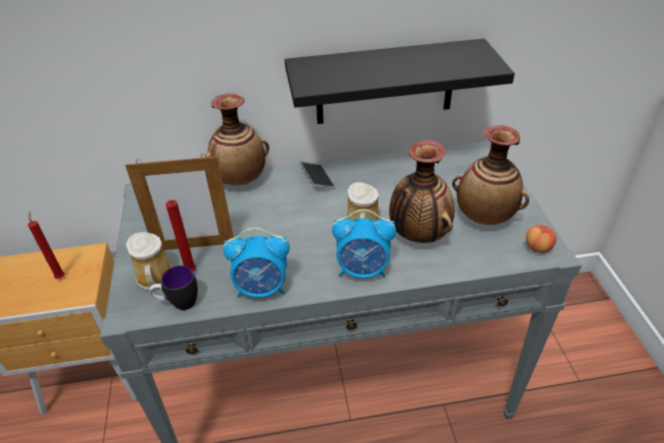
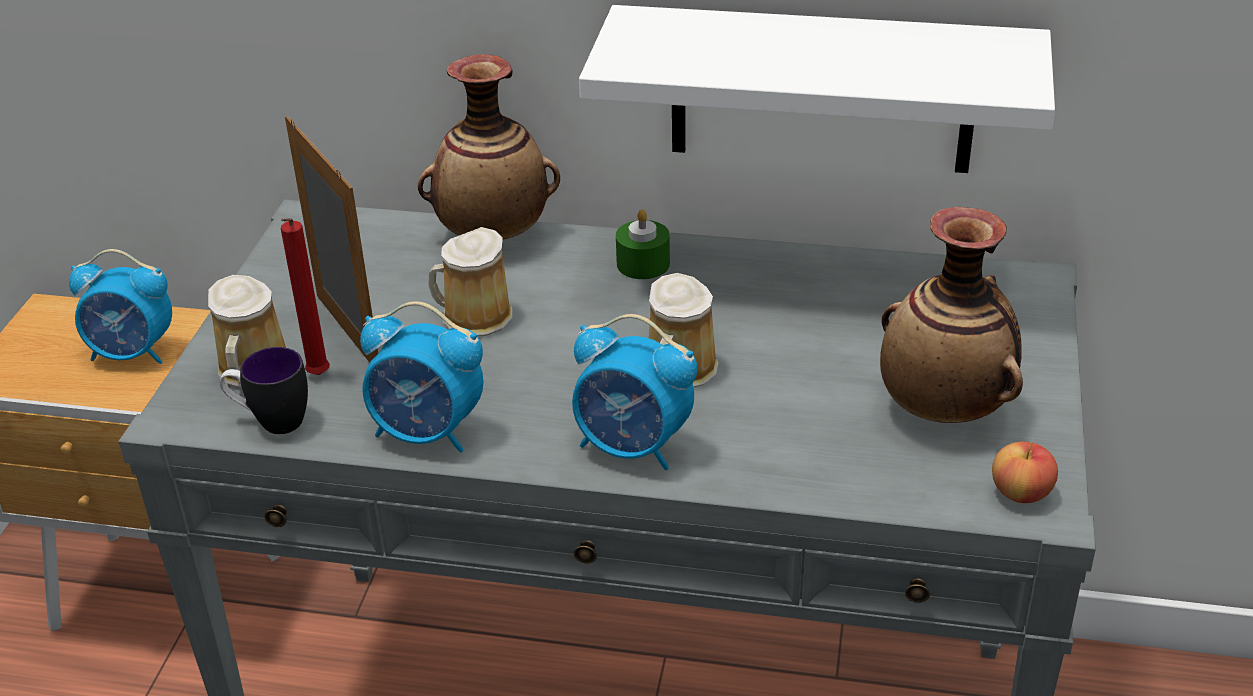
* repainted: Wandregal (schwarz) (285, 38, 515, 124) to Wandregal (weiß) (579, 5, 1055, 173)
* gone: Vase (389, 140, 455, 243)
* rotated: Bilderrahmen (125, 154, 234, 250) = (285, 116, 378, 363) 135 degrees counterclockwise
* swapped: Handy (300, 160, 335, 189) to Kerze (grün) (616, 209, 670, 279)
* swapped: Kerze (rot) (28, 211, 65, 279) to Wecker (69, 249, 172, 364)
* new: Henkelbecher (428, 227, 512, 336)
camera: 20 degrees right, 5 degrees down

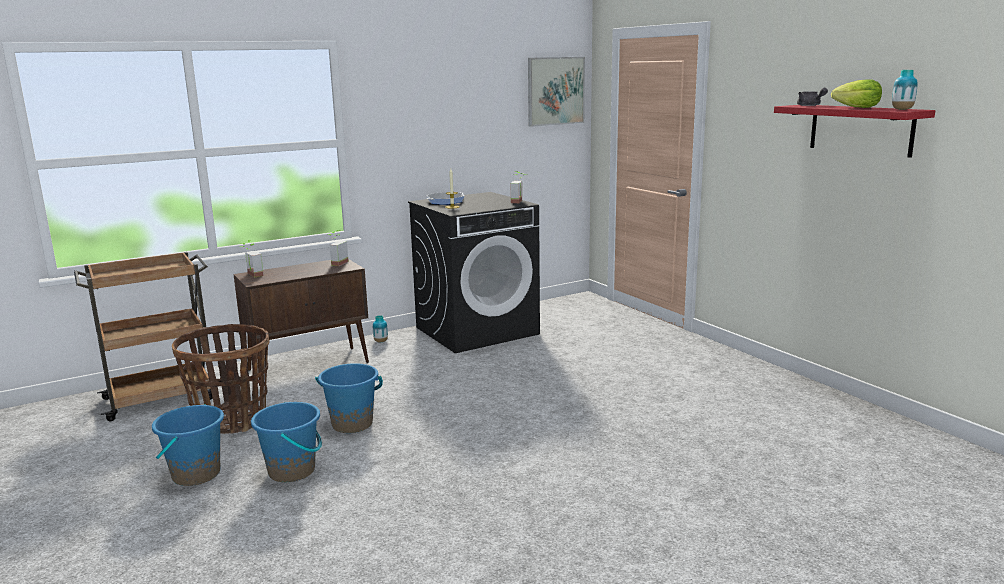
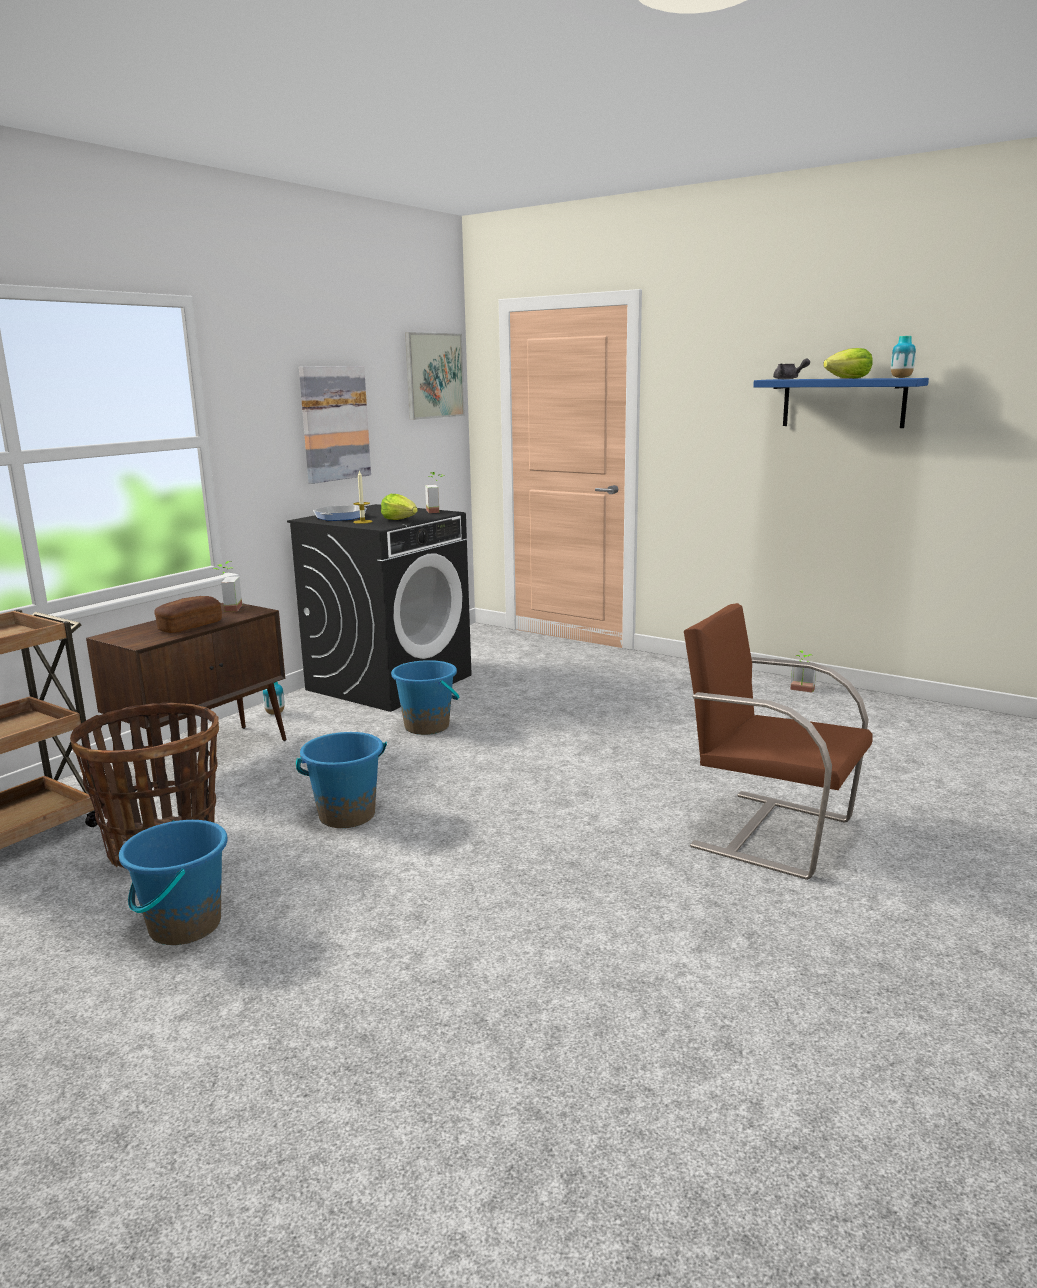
* repainted: Wandregal (rot) (774, 105, 935, 158) to Wandregal (blau) (753, 378, 929, 428)
* shifted: Topfpflanze (240, 240, 264, 278) to (790, 650, 816, 693)
* shifted: Eimer (blau) (251, 402, 322, 482) to (391, 660, 459, 735)
* new: Bild (299, 366, 371, 484)
* new: Salatkopf (381, 494, 418, 520)
* new: Brot (154, 596, 222, 633)
* new: Stuhl (braun) (684, 603, 873, 880)
camera: 25 degrees left, 0 degrees up

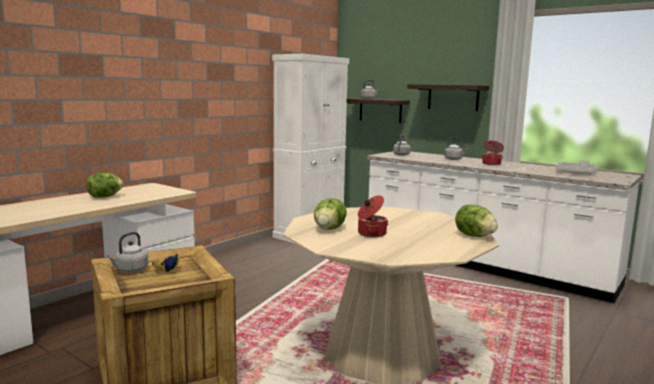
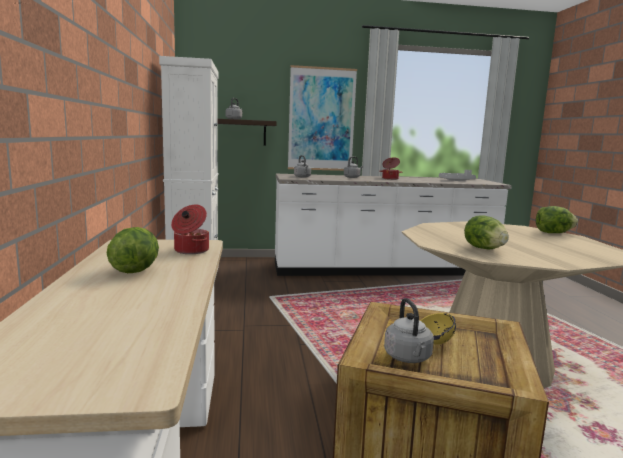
* swapped: Wandregal (407, 84, 489, 111) to Bild (288, 65, 357, 171)
* shifted: Kochtopf (358, 195, 388, 237) to (171, 205, 209, 254)
camera: 45 degrees left, 0 degrees up

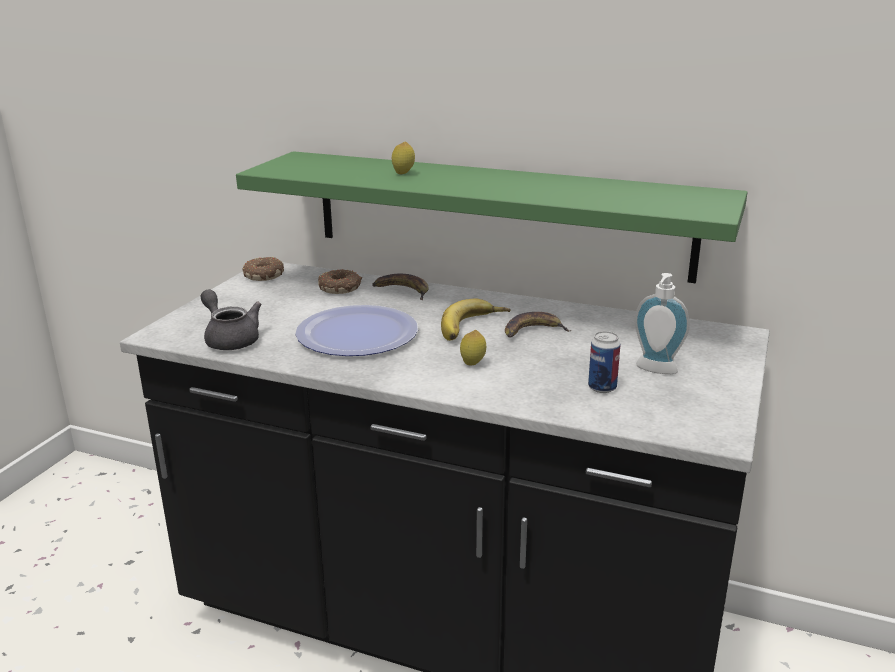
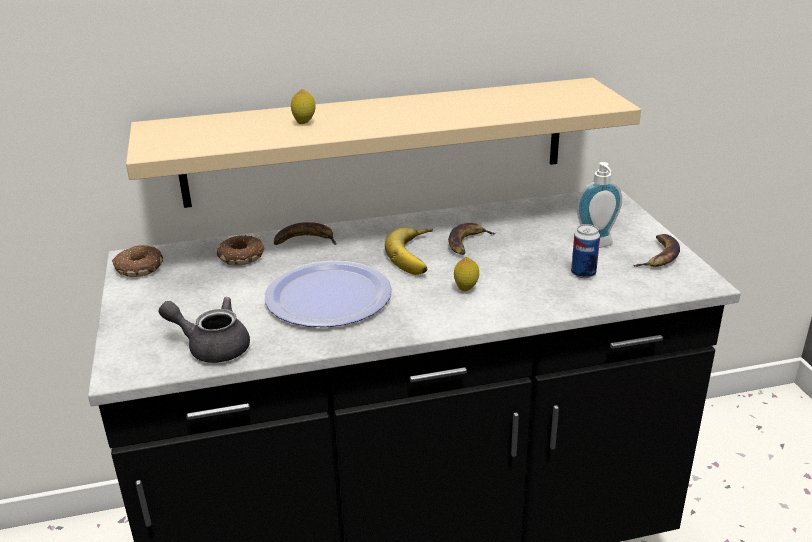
* repainted: Wandregal (grün) (236, 151, 748, 283) to Wandregal (beige) (126, 78, 641, 208)
* new: Banane (633, 234, 680, 267)
camera: 35 degrees left, 5 degrees up

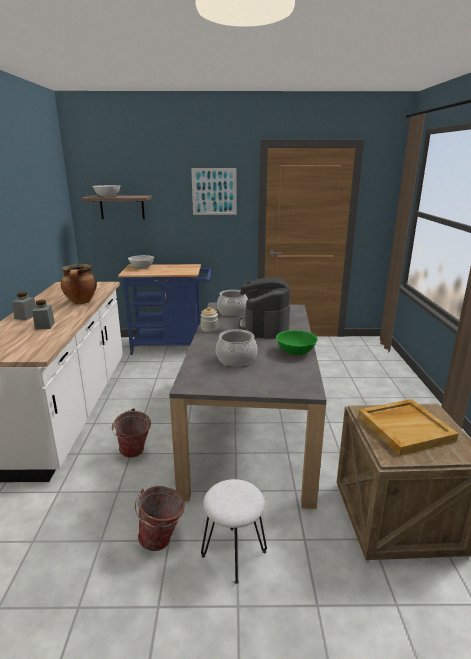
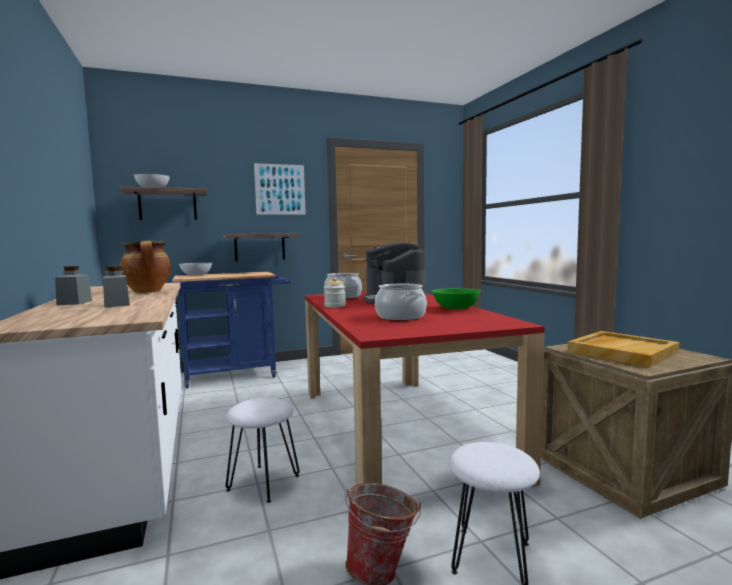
* repainted: Esstisch (grau) (169, 302, 327, 509) to Esstisch (rot) (305, 292, 545, 487)
* swapped: Eimer (112, 408, 151, 458) to Hocker (weiß) (225, 398, 300, 503)
* new: Wandregal (224, 233, 300, 261)
camera: 20 degrees left, 15 degrees down

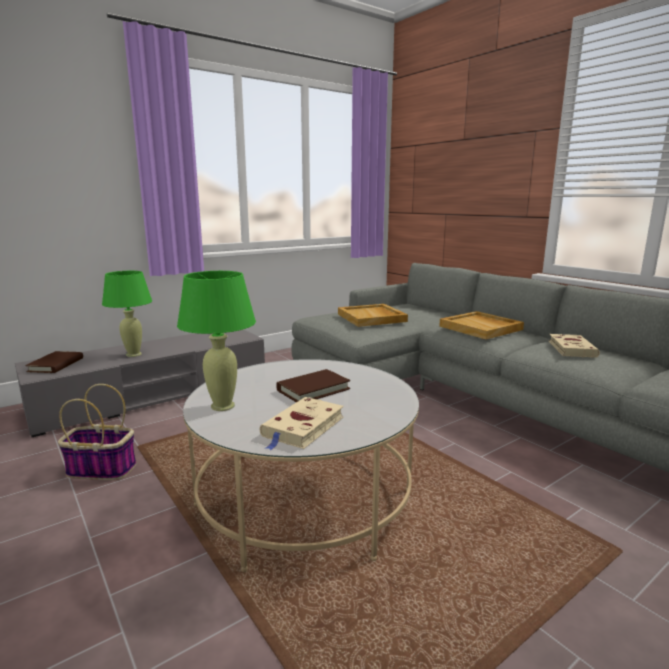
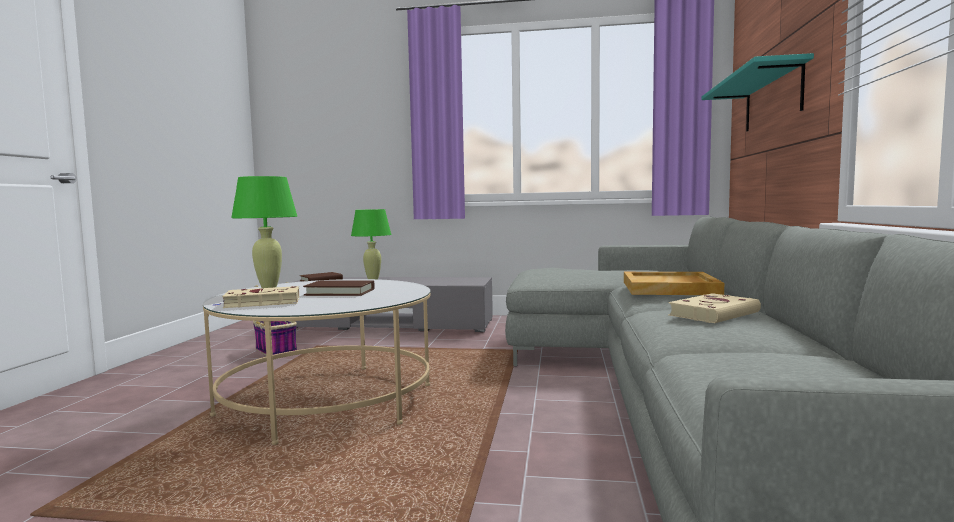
* gone: Tablett (beige) (338, 304, 408, 327)
* new: Wandregal (türkis) (701, 53, 814, 132)
camera: 45 degrees right, 10 degrees down

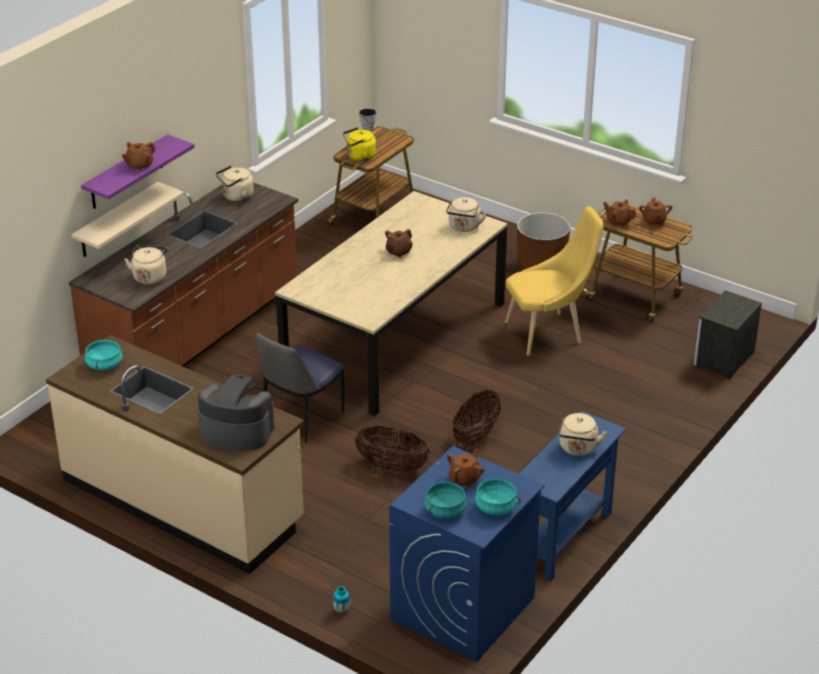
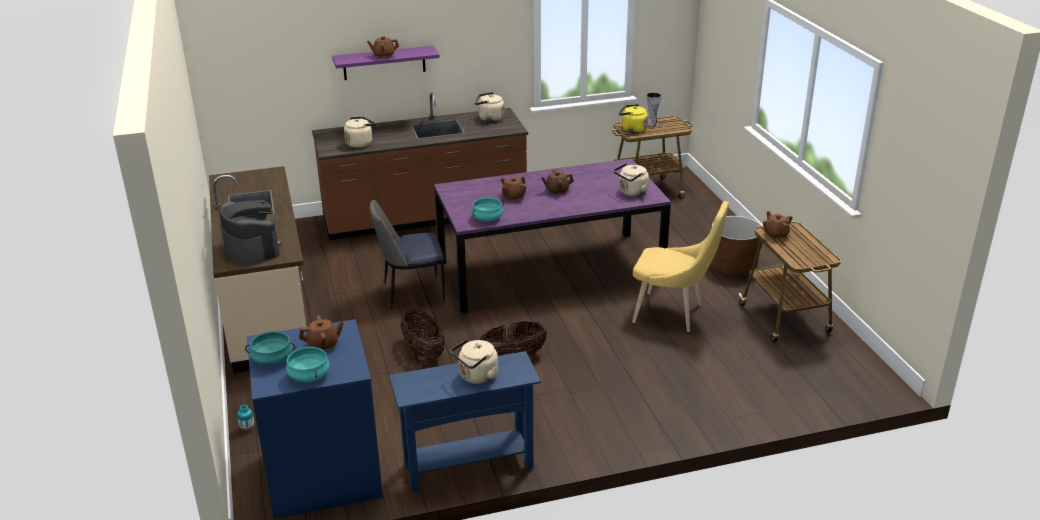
* gone: Wandregal (beige) (71, 182, 184, 257)
* repainted: Esstisch (beige) (275, 191, 508, 416) to Esstisch (lila) (434, 159, 671, 314)
* shifted: Teekanne (braun) (639, 198, 672, 225) to (501, 176, 526, 201)
* gone: Nachttisch (694, 290, 762, 379)
* shifted: Kochtopf (türkis) (85, 340, 123, 371) to (471, 197, 504, 221)
camera: 40 degrees right, 5 degrees down

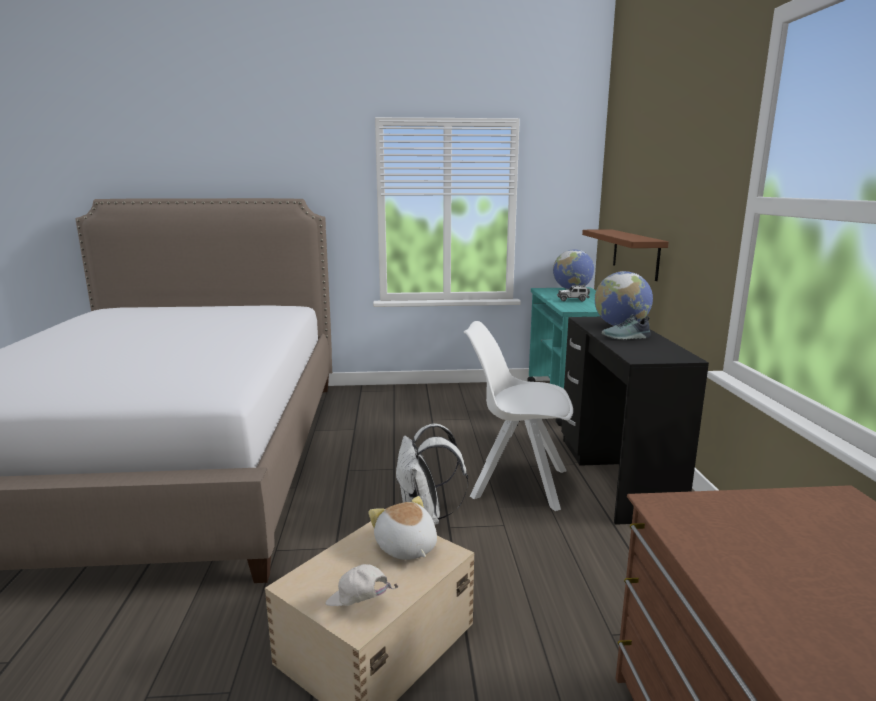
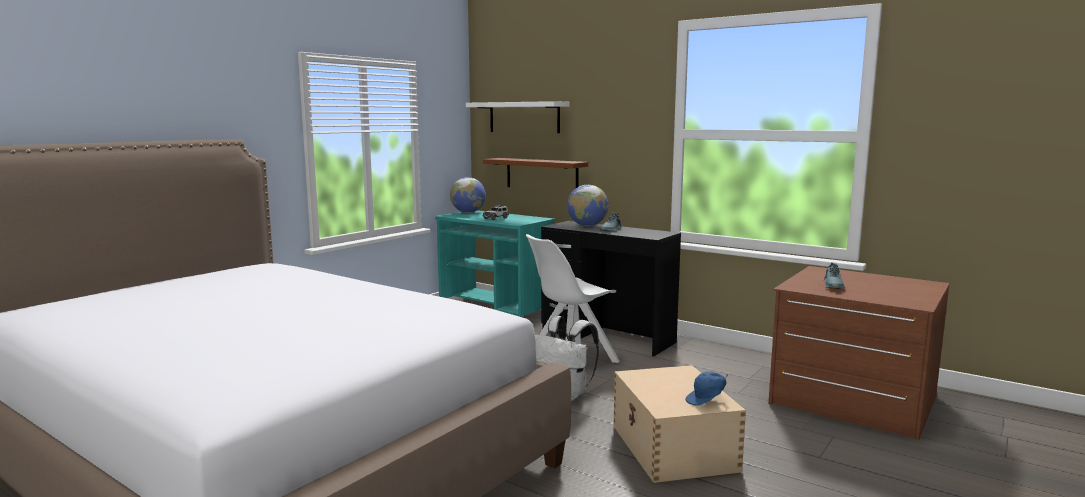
* gone: Plüschtier (368, 496, 437, 560)
* repainted: Kappe (weiß) (325, 564, 398, 606) to Kappe (blau) (685, 371, 728, 406)
* new: Wandregal (weiß) (466, 101, 570, 133)
* new: Schuh (824, 263, 845, 289)
camera: 50 degrees left, 5 degrees down

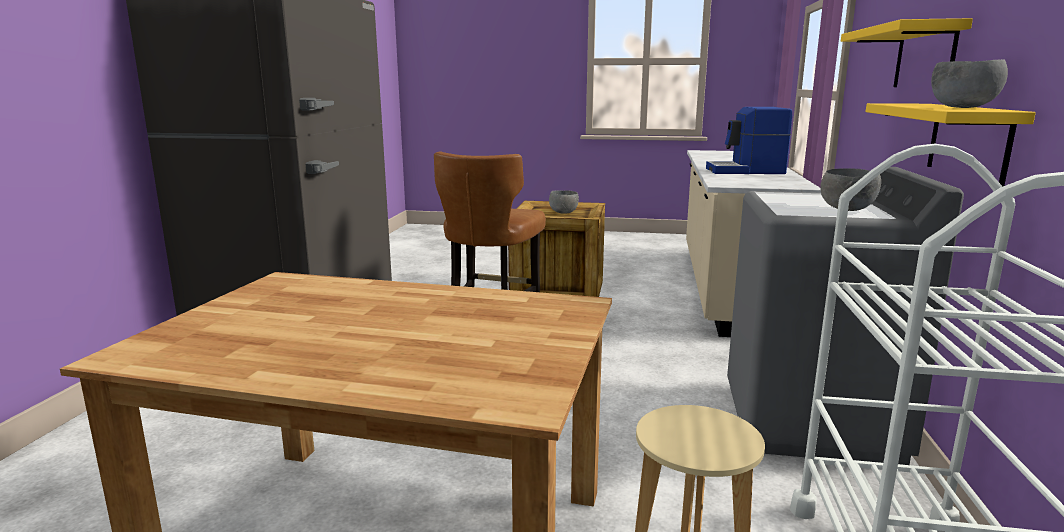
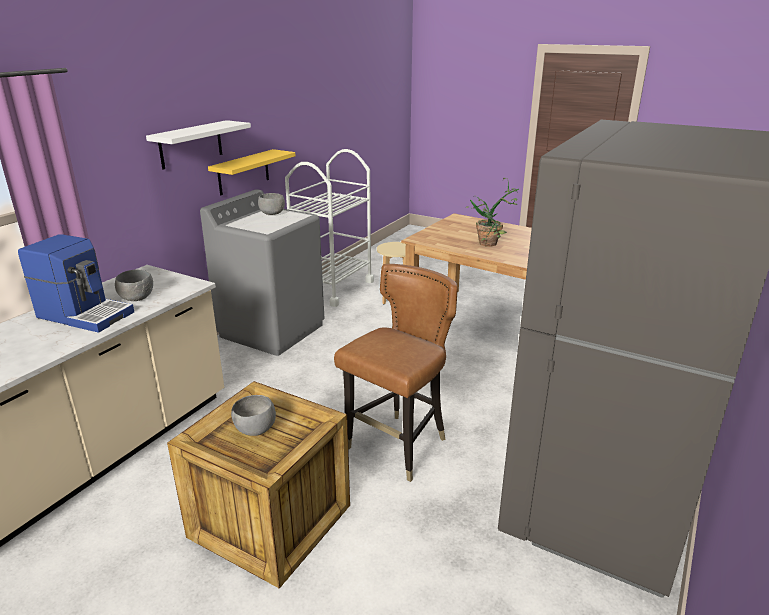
* repainted: Wandregal (gelb) (841, 18, 973, 87) to Wandregal (weiß) (146, 120, 251, 169)
* shifted: Schüssel (grau) (931, 59, 1008, 108) to (115, 270, 153, 301)
* new: Topfpflanze (466, 178, 519, 247)
camera: 160 degrees left, 10 degrees up

